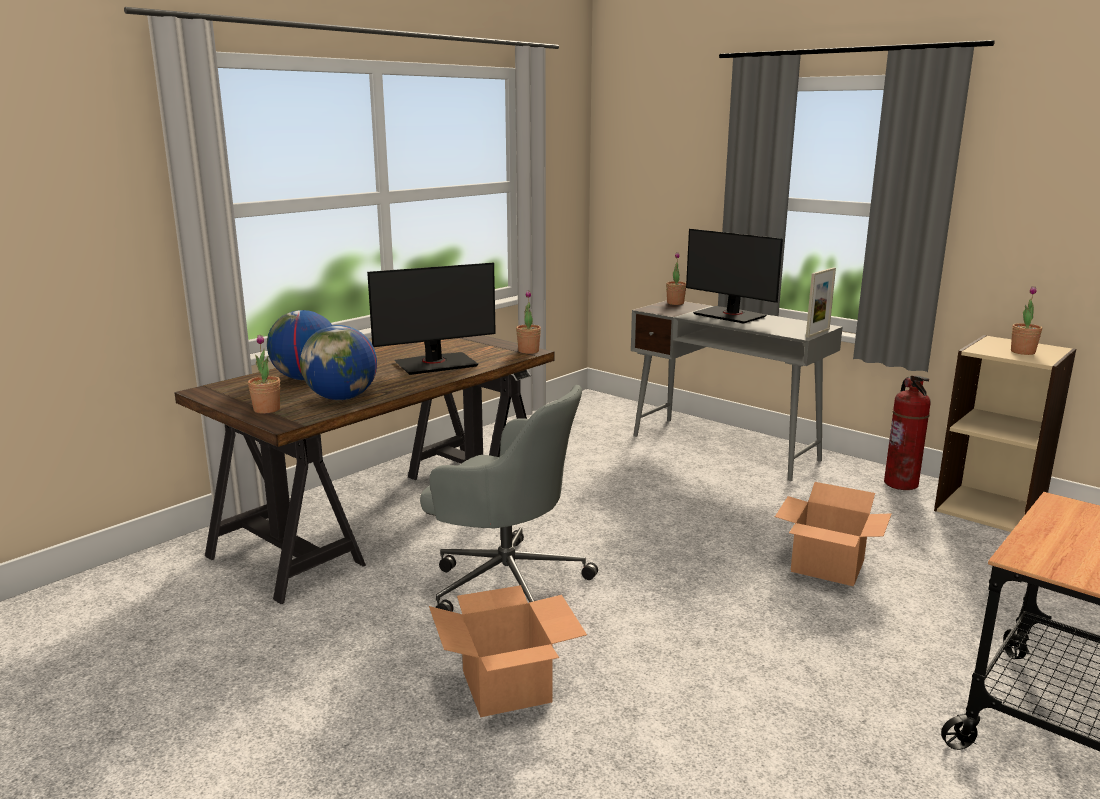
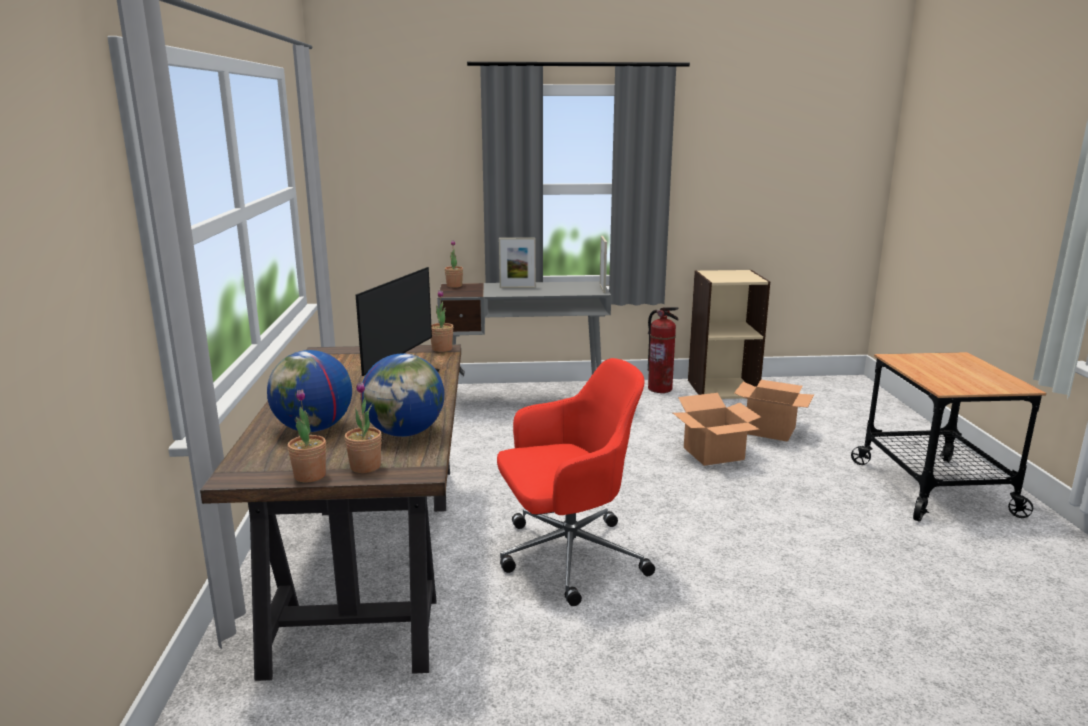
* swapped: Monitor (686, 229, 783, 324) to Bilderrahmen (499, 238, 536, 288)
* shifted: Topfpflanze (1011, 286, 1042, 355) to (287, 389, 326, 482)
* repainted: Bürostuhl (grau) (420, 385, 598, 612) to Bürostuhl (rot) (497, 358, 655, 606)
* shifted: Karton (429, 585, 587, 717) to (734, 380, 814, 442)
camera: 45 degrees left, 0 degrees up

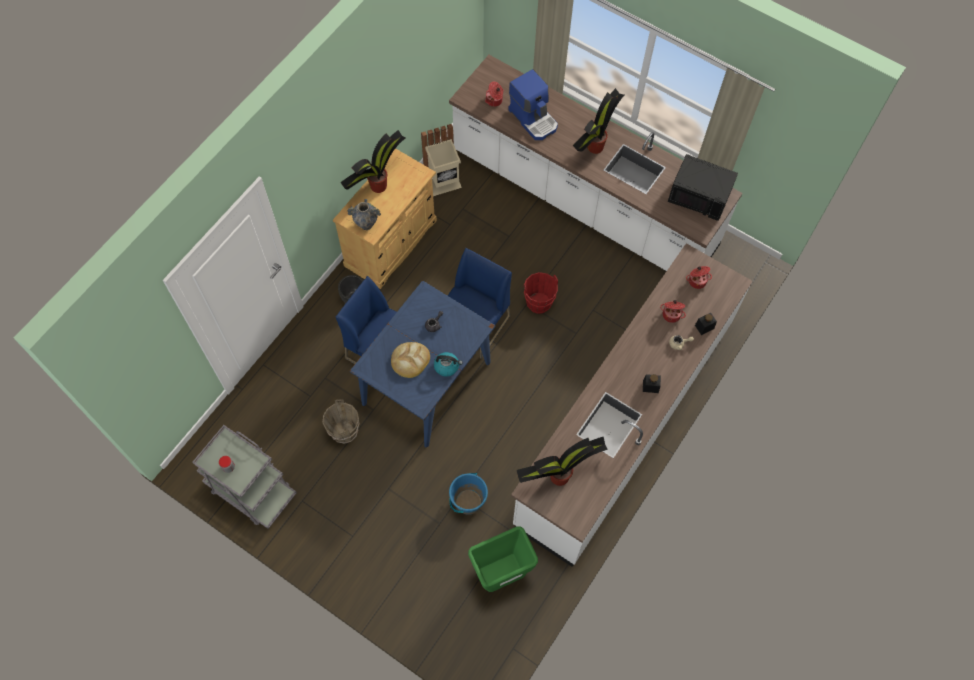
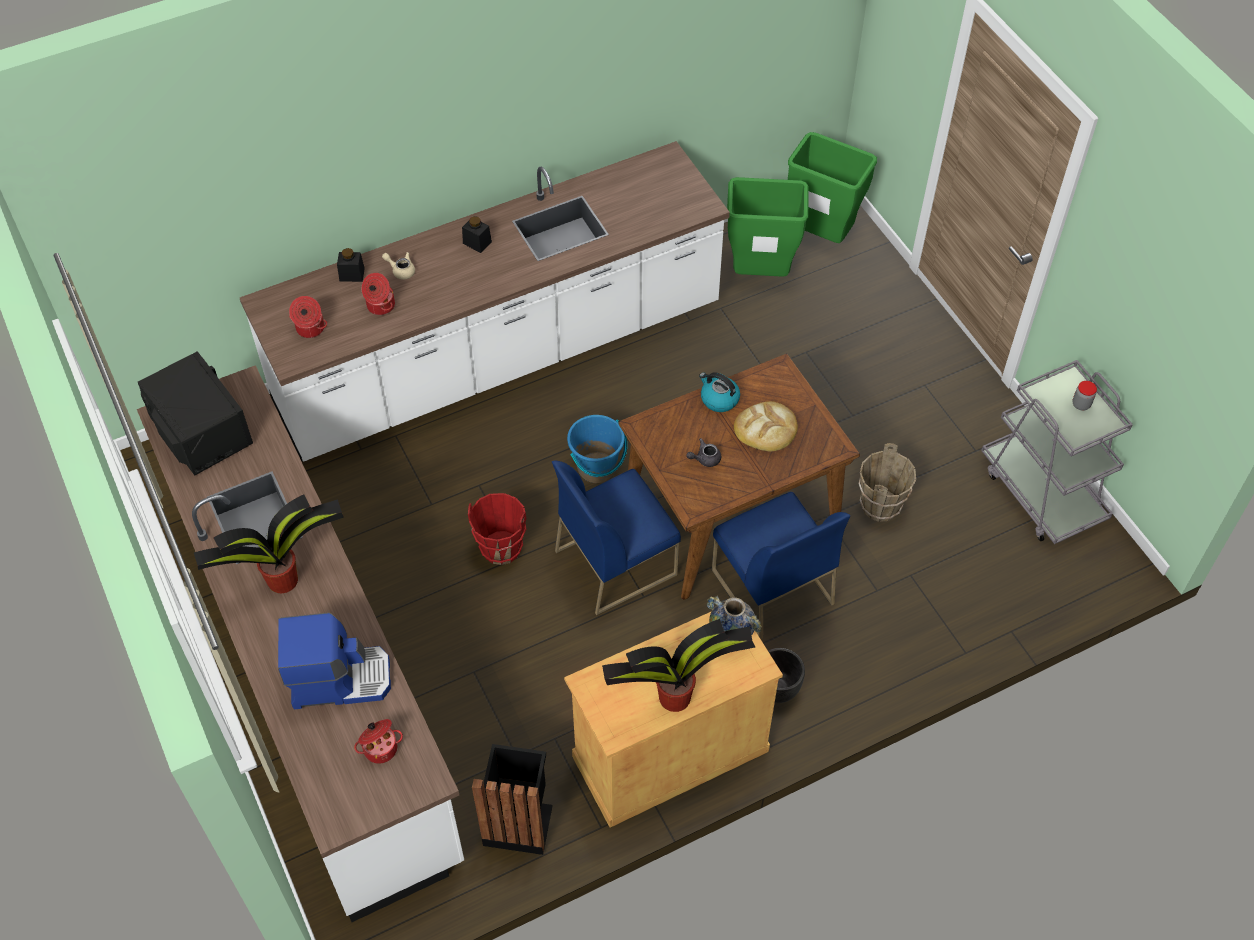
* rotated: Kaffeemaschine (508, 69, 558, 140) = (278, 613, 391, 709) 90 degrees clockwise
* repainted: Mülleimer (beige) (421, 124, 462, 196) to Mülleimer (schwarz) (472, 744, 553, 855)
* repainted: Esstisch (blau) (350, 280, 496, 448) to Esstisch (braun) (619, 353, 860, 600)
* gone: Topfpflanze (517, 436, 608, 486)
* shifted: Eimer (blau) (449, 473, 488, 515) to (567, 415, 627, 483)
* new: Mülleimer (grün) (788, 132, 877, 243)
camera: 150 degrees left, 10 degrees down

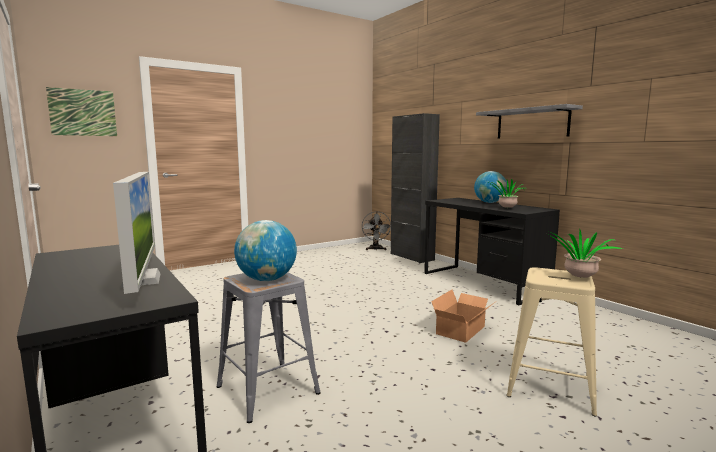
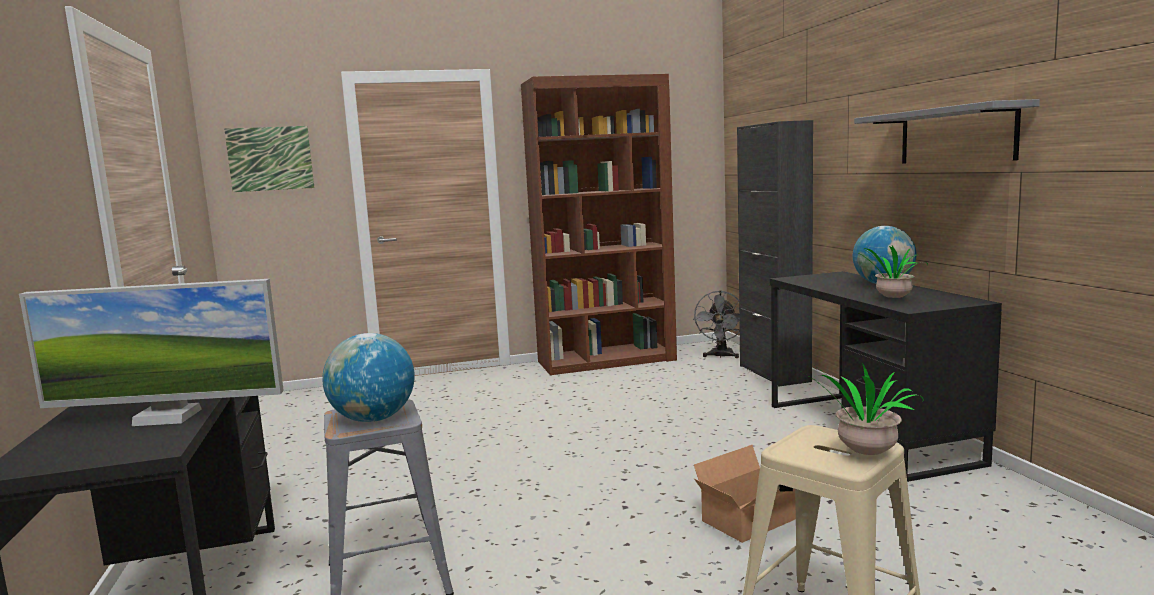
* rotated: Monitor (113, 172, 161, 294) = (19, 279, 284, 426) 90 degrees clockwise
* new: Bücherregal (braun) (521, 74, 677, 375)
camera: 20 degrees right, 0 degrees up

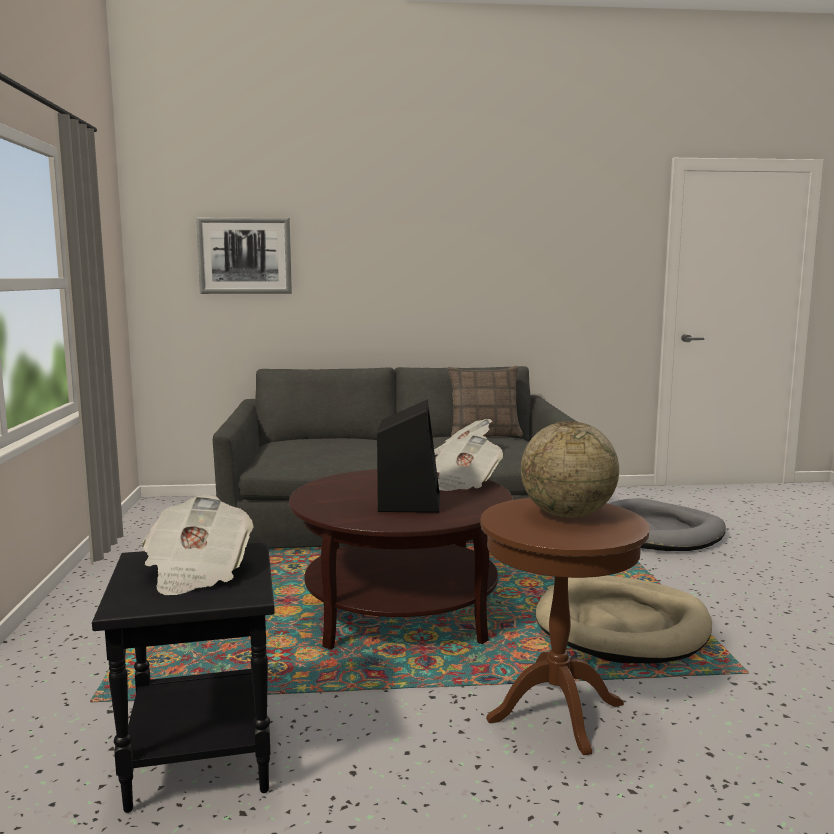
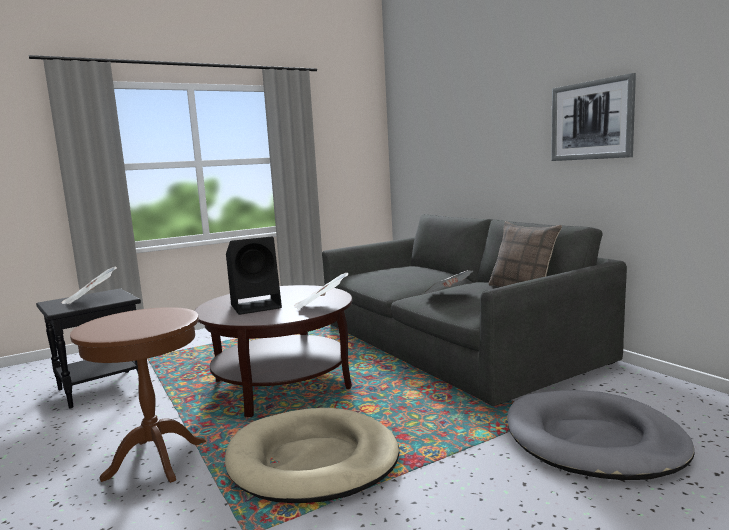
* shifted: Bild (196, 217, 292, 294) to (551, 73, 636, 161)
* gone: Globus (521, 421, 619, 518)
camera: 65 degrees right, 0 degrees up

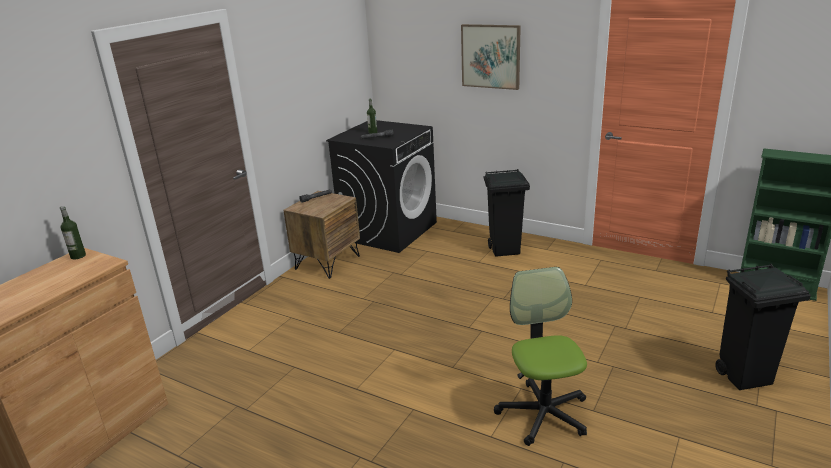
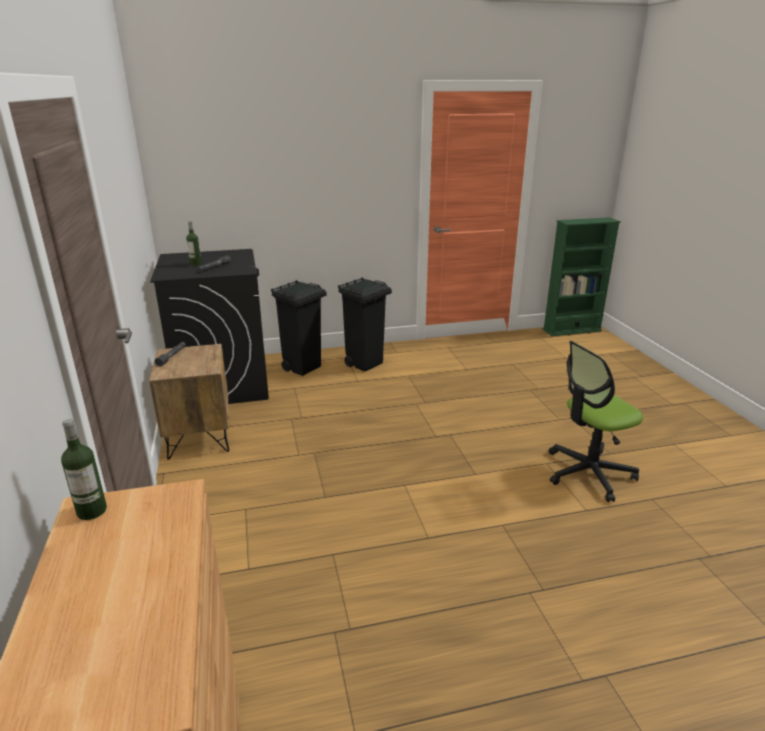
* gone: Bild (461, 24, 521, 90)
* shifted: Mülleimer (schwarz) (715, 264, 811, 390) to (271, 280, 327, 376)
* rotated: Bürostuhl (494, 267, 587, 446) = (549, 341, 643, 502) 60 degrees counterclockwise
camera: 45 degrees left, 0 degrees up

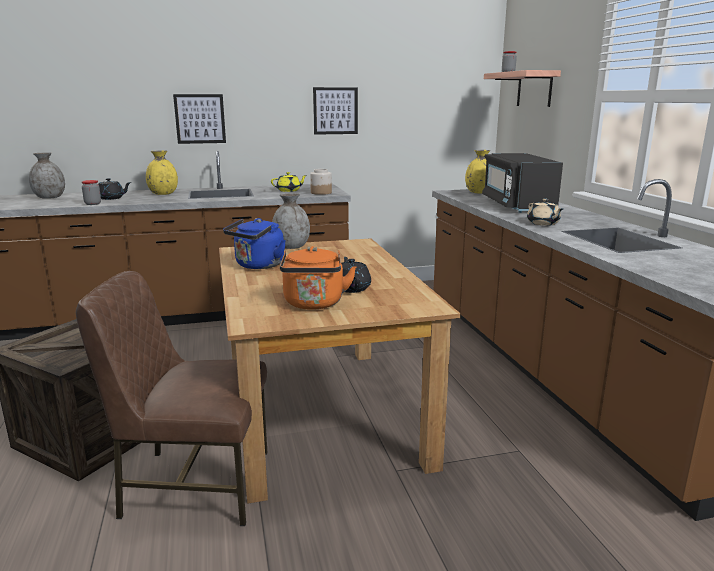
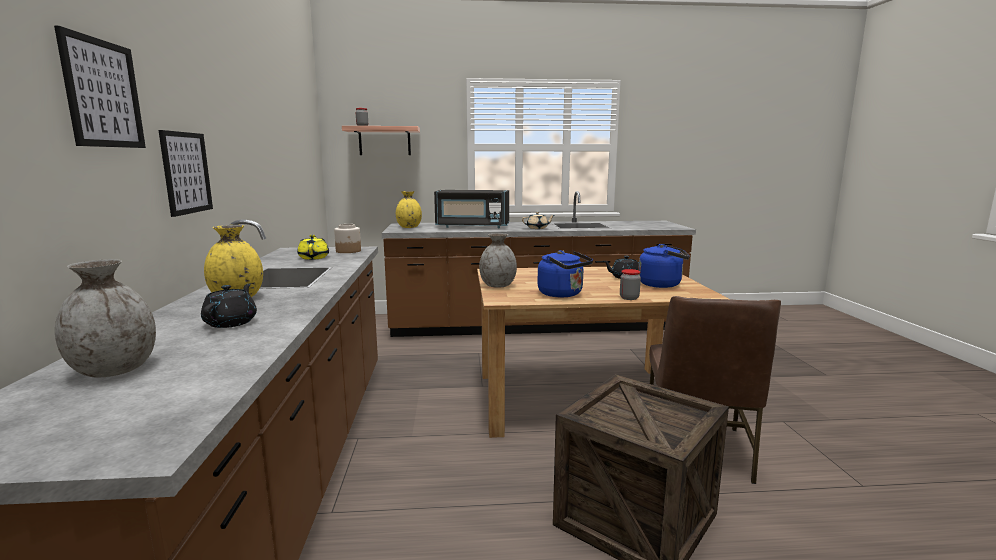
* shifted: Bild (313, 87, 358, 135) to (54, 26, 146, 148)
* shifted: Vorratsglas (82, 180, 101, 205) to (620, 269, 641, 300)
* repainted: Wasserkessel (orange) (280, 246, 356, 310) to Wasserkessel (blau) (638, 244, 690, 288)
camera: 80 degrees left, 5 degrees down

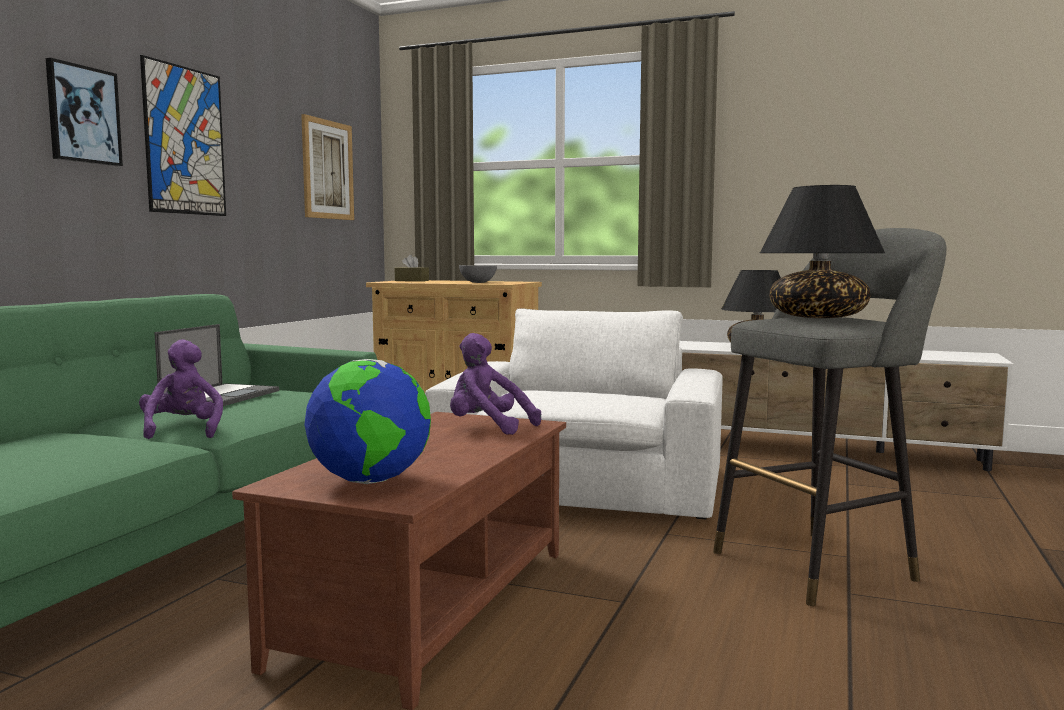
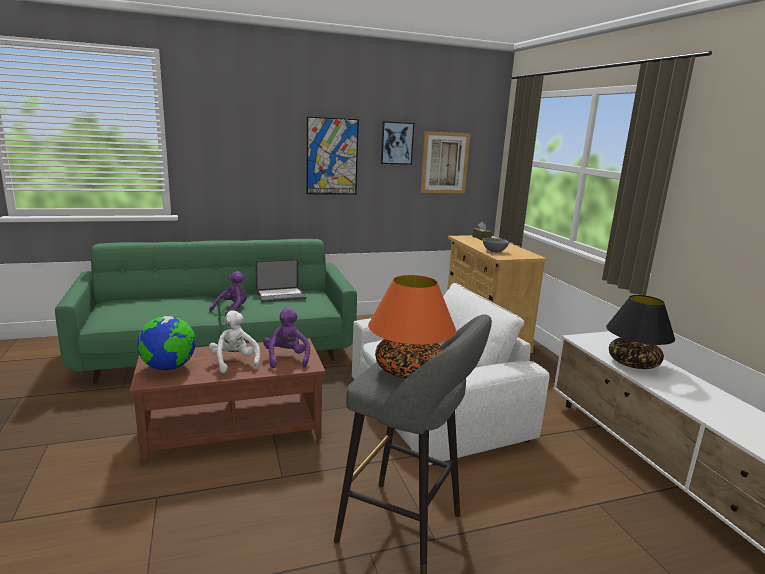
* shifted: Bild (46, 58, 123, 166) to (381, 121, 414, 165)
* repainted: Tischlampe (schwarz) (760, 185, 885, 318) to Tischlampe (orange) (368, 275, 456, 378)
* new: Plüschtier (weiß) (209, 310, 260, 373)
camera: 50 degrees right, 10 degrees up

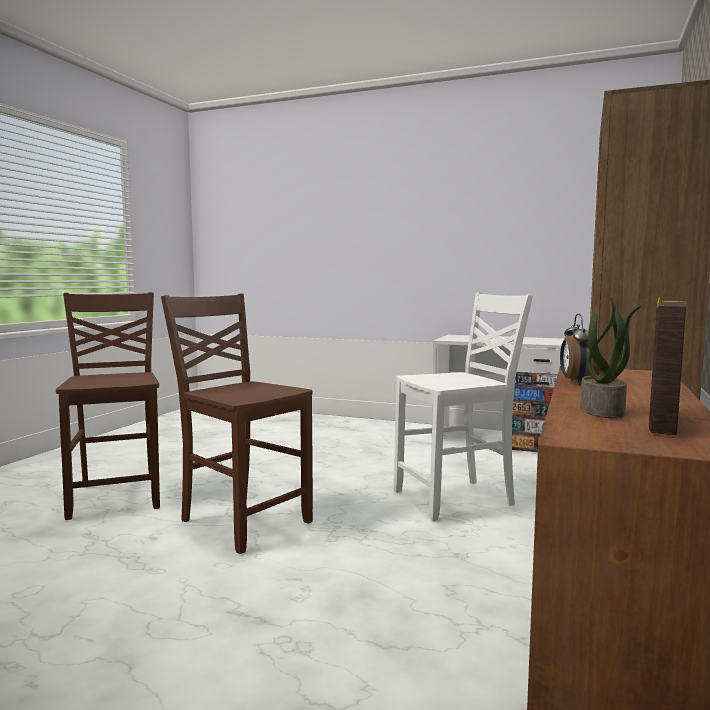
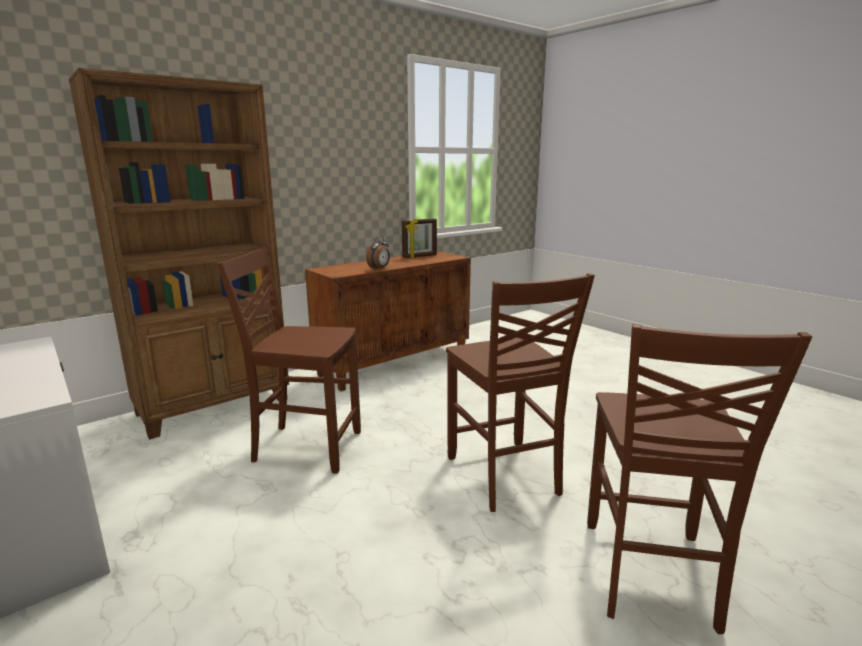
* repainted: Stuhl (weiß) (394, 292, 533, 521) to Stuhl (braun) (217, 247, 361, 473)
* gone: Topfpflanze (580, 296, 641, 418)
camera: 150 degrees left, 10 degrees up

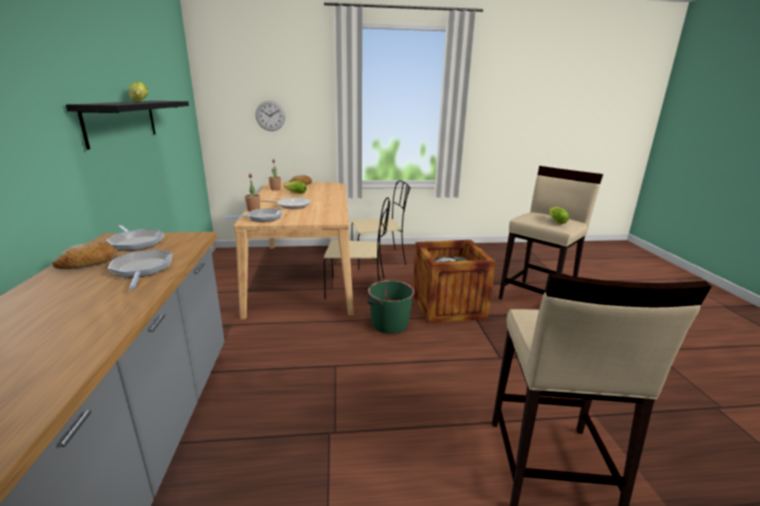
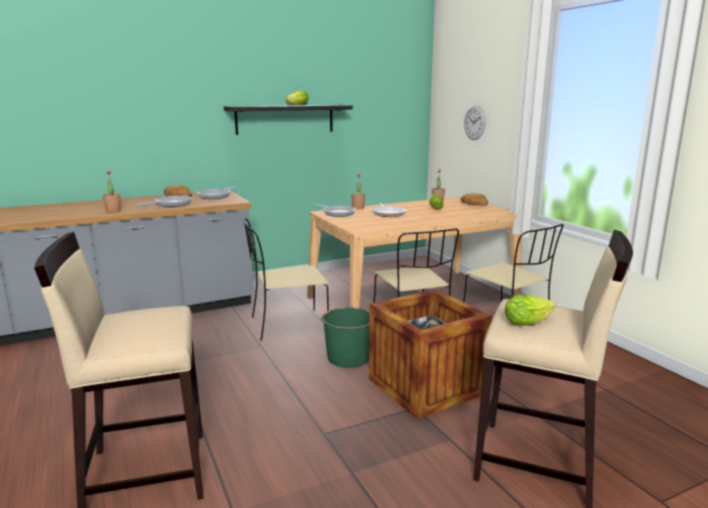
* new: Topfpflanze (102, 169, 121, 212)
* new: Stuhl (beige) (244, 218, 329, 341)
camera: 70 degrees right, 5 degrees down

